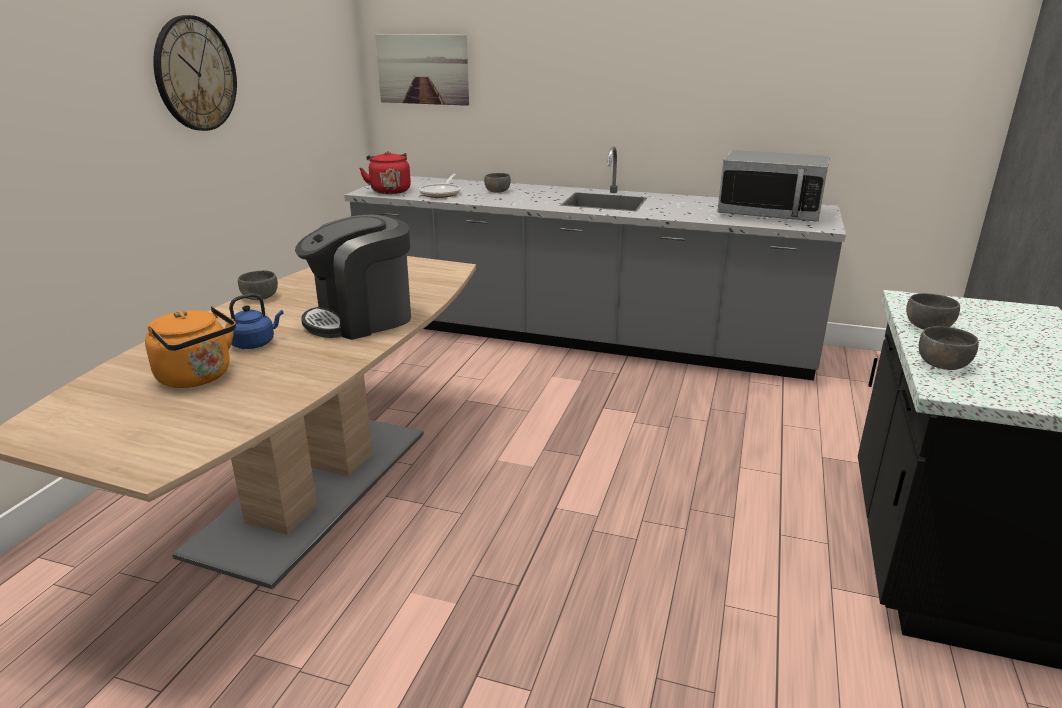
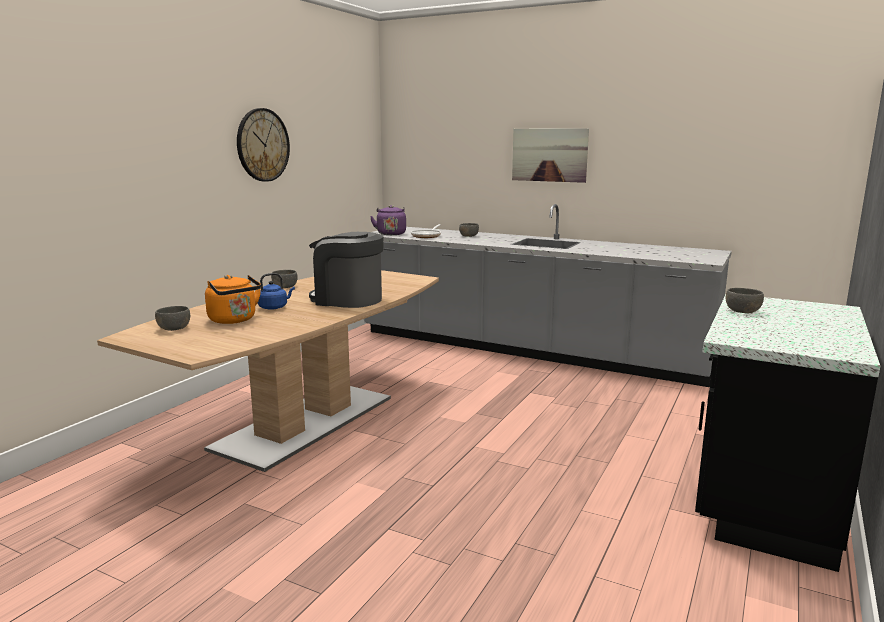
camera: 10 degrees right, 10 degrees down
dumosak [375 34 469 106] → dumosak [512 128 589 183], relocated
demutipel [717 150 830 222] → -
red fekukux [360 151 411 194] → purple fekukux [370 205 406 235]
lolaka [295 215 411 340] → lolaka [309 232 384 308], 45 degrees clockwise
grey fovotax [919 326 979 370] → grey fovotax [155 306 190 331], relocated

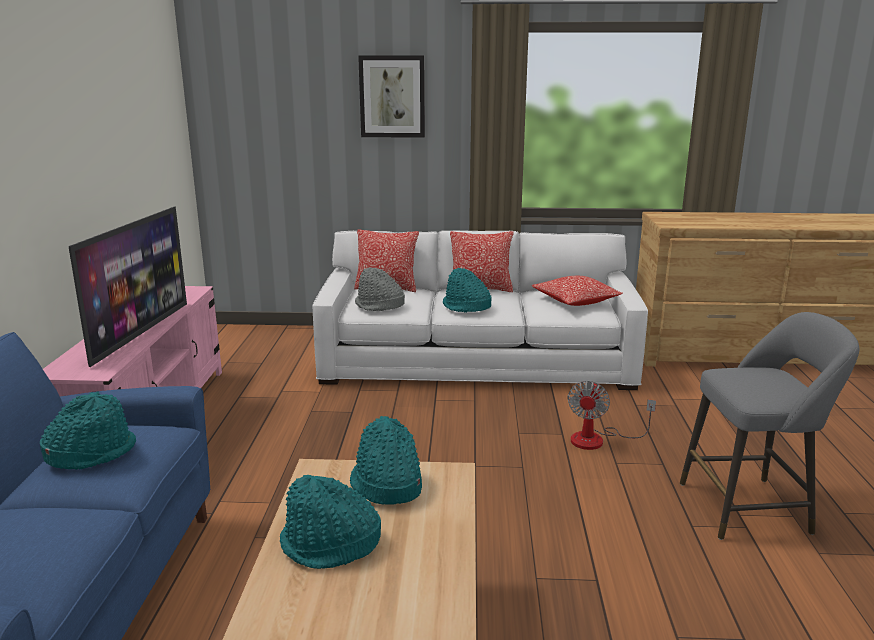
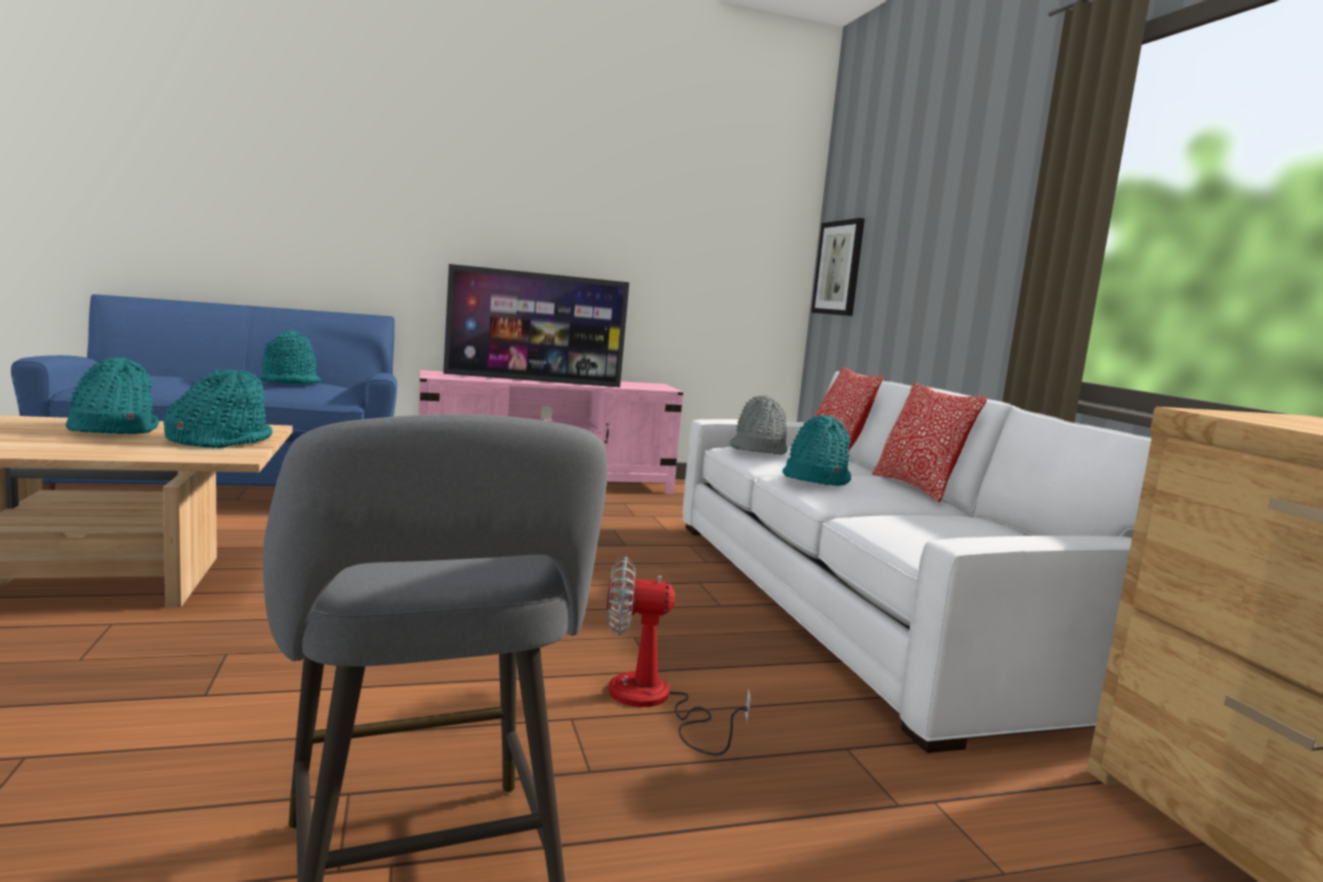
camera: 70 degrees right, 10 degrees down
dumosak [358 55 425 138] → dumosak [811 218 865 316], relocated
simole [532 276 623 306] → -

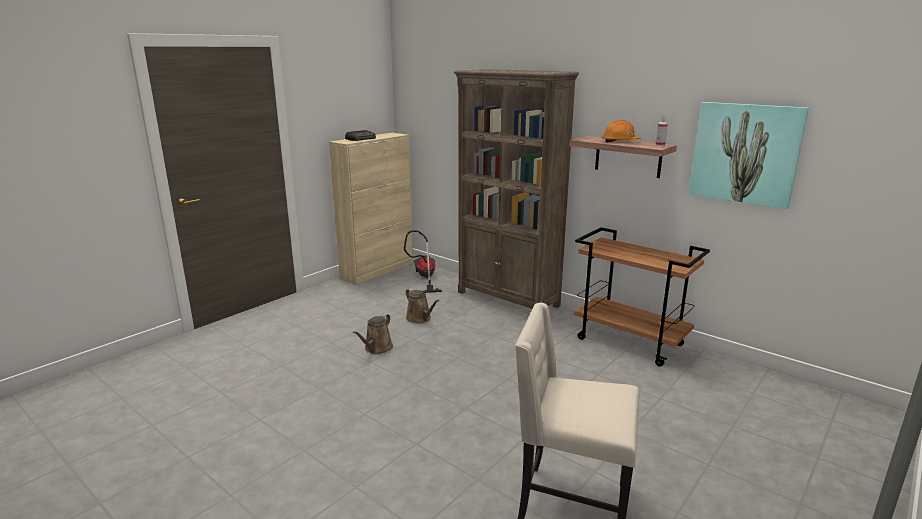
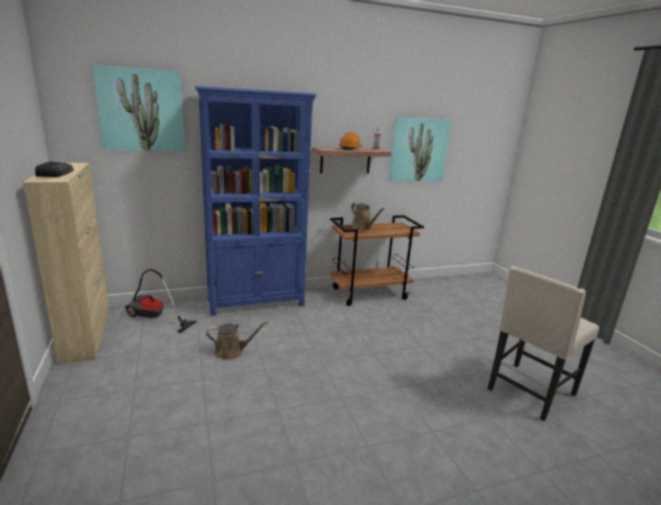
camera: 60 degrees left, 0 degrees up
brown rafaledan [454 69 579 309] → blue rafaledan [195 86 317 316]
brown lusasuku [353 314 393 354] → brown lusasuku [351 203 384 231], relocated
- → dumosak [93 65 185 151]

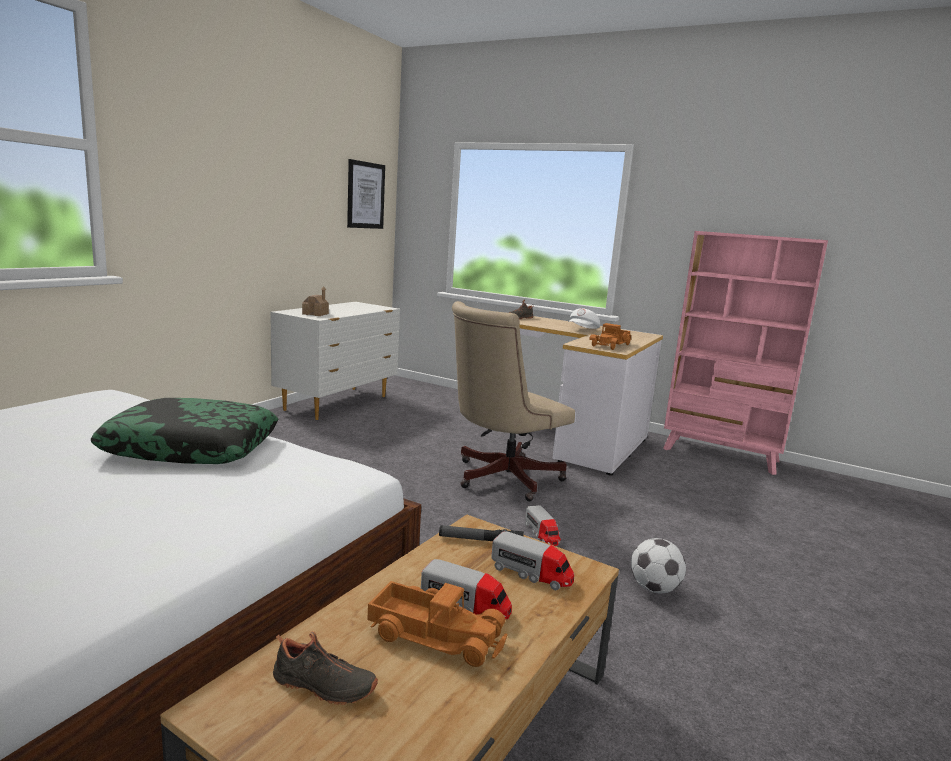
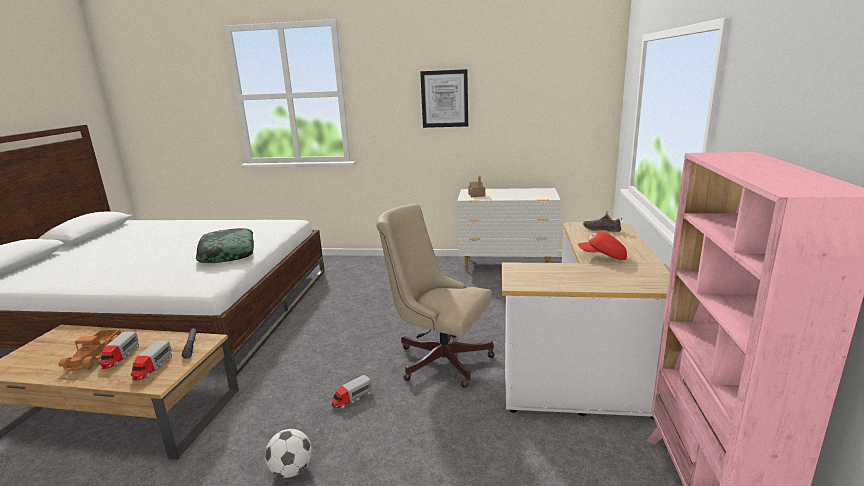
camera: 70 degrees right, 5 degrees up
dumosak [347 159 385 229] → dumosak [420 69 468 128], relocated
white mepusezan [568 308 600 329] → red mepusezan [578 232 627 260]
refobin [589 323 632 350] → -
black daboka [273 631 378 705] → -

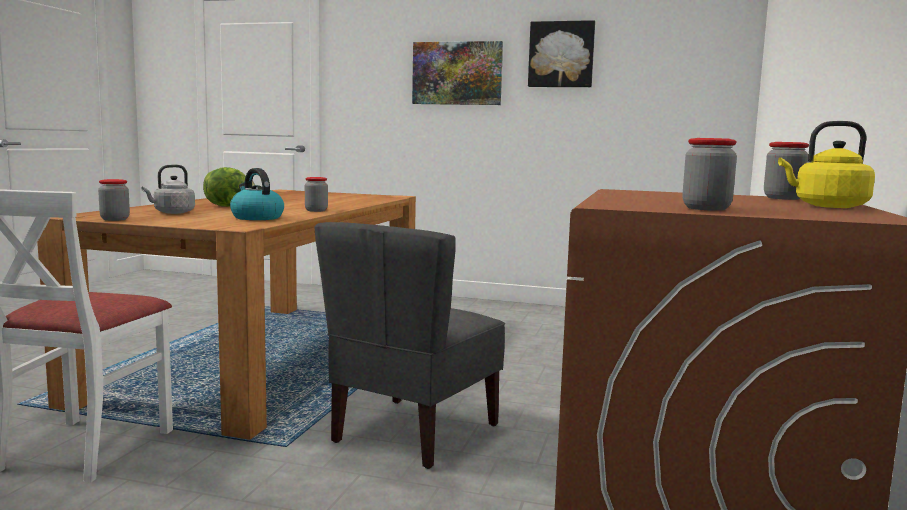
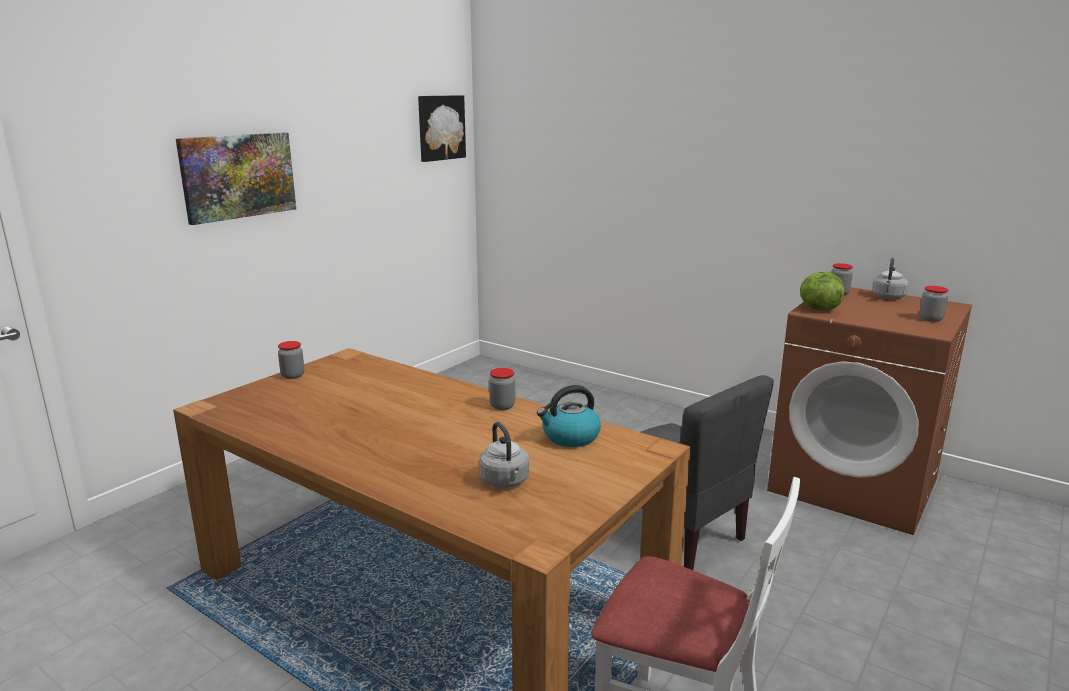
camera: 70 degrees left, 10 degrees up
dumosak [528 20 595 87] → dumosak [418 95 466 162], relocated
yellow fekukux [778 121 875 208] → grey fekukux [872 257 908 299]
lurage [203 167 255 207] → lurage [800 272 844 310], relocated
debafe [98 179 130 221] → debafe [278 341 304 379], relocated

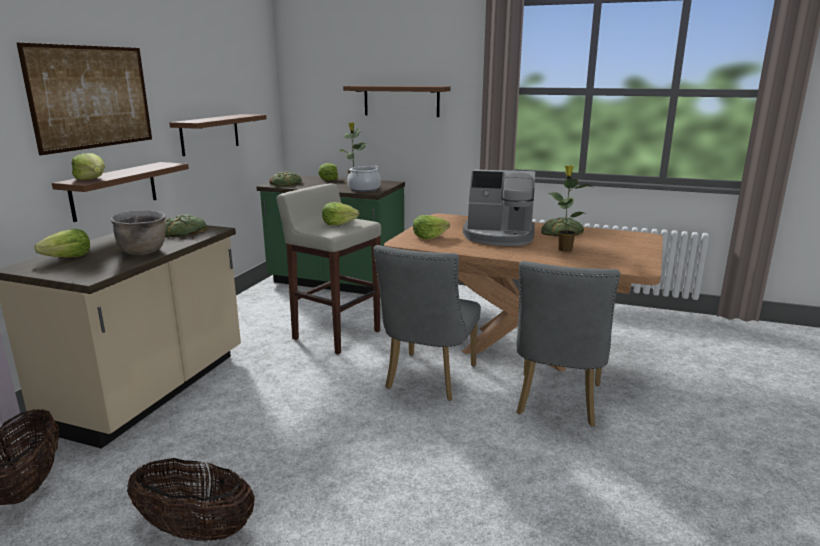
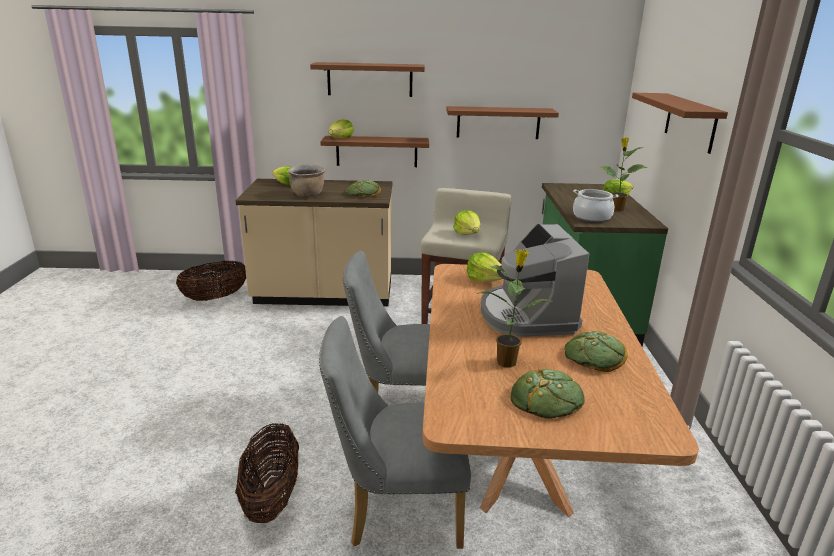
camera: 70 degrees right, 5 degrees up
dumosak [17 43 152 155] → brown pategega [310 62 425 97]
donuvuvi [269 171 302 187] → donuvuvi [511 369 585 419], relocated
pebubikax [127 458 255 542] → pebubikax [235 423 299 523], relocated

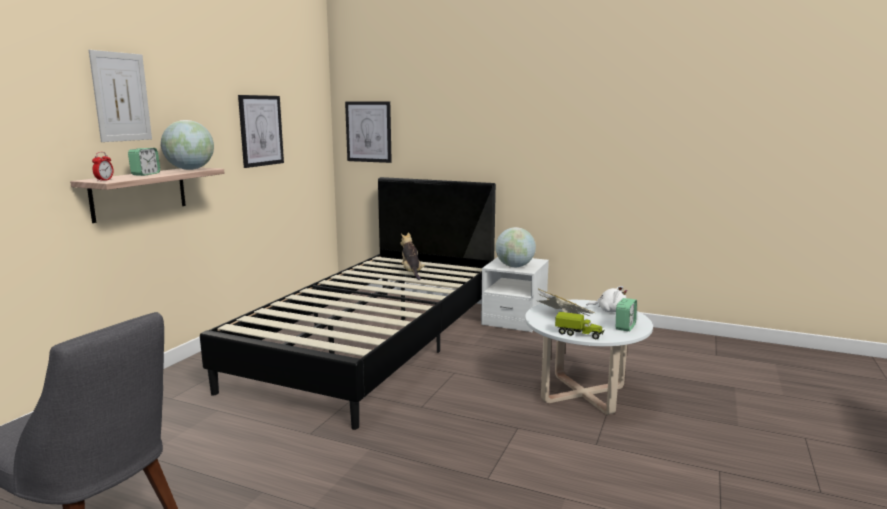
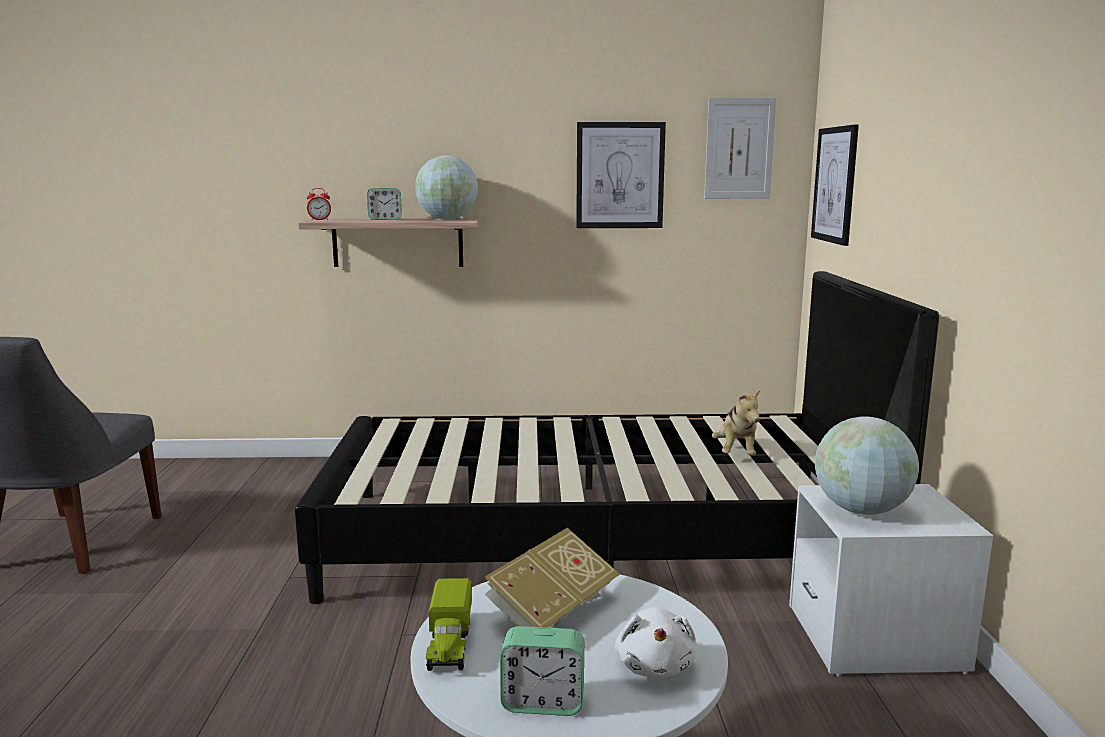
camera: 65 degrees right, 0 degrees up
dumosak [89 50 152 142] → dumosak [704 97 776 199], relocated
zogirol [400 233 425 280] → zogirol [712 390 760 456], 135 degrees clockwise

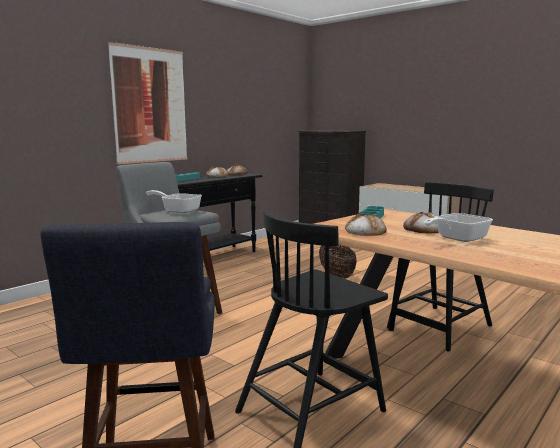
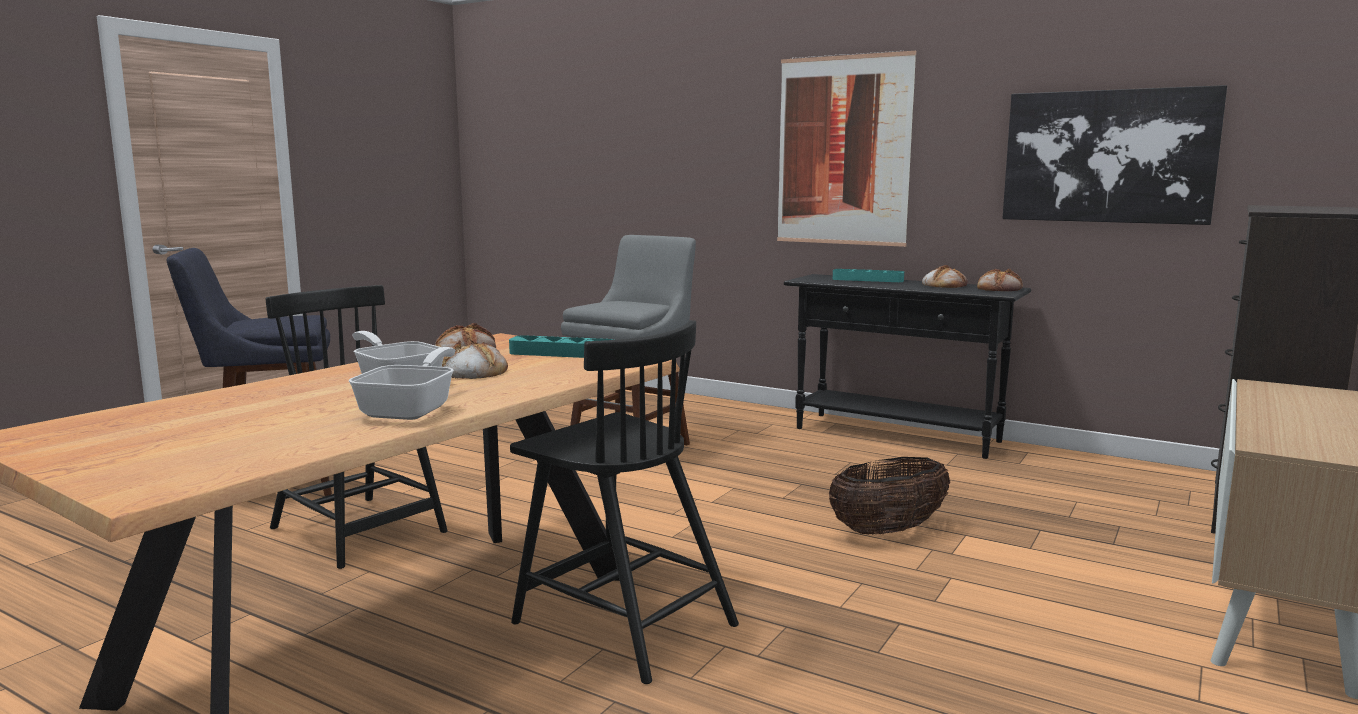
camera: 80 degrees right, 0 degrees up
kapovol [146 190 202 213] → kapovol [349 347 455 420], relocated
- → dumosak [1002 85 1227 225]

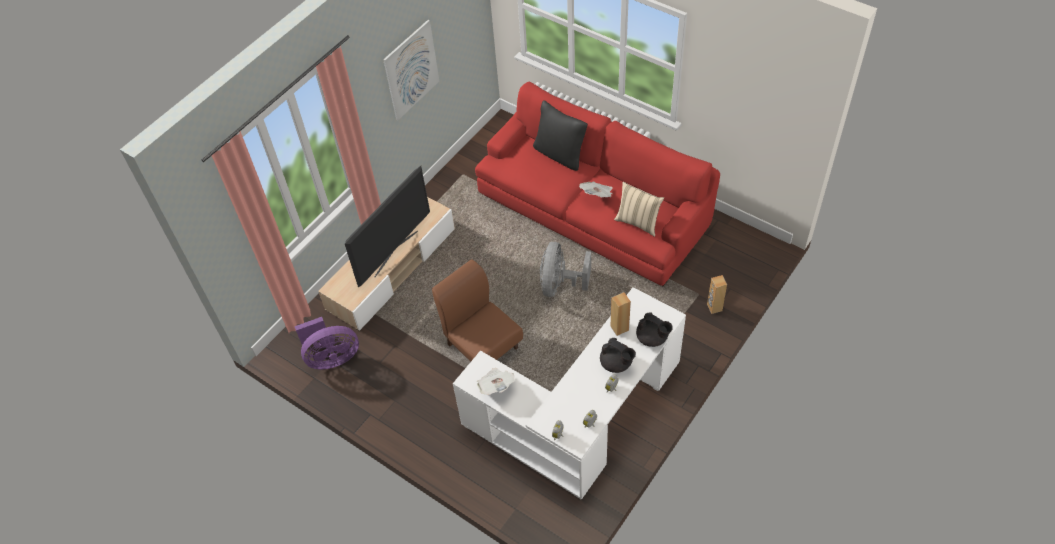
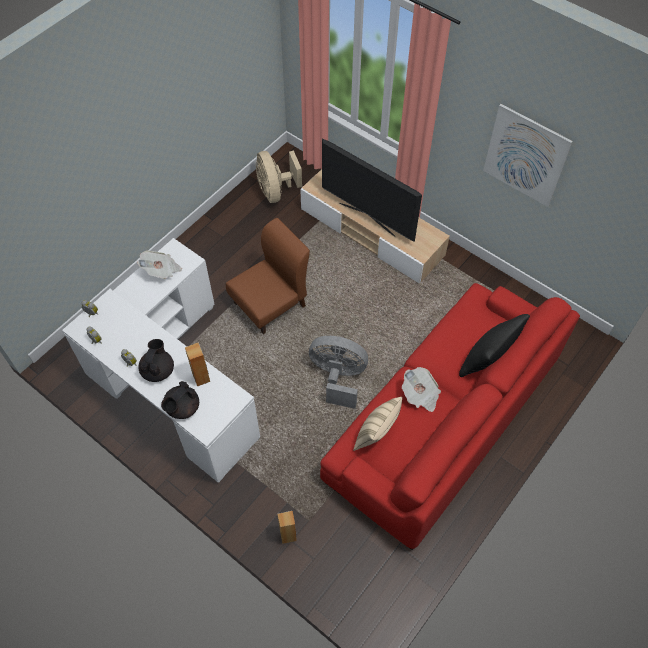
camera: 90 degrees right, 5 degrees up
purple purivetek [295 317 359 369] → beige purivetek [256 150 302 203]
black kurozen [600 338 636 373] → black kurozen [139 339 174 382], 150 degrees clockwise

